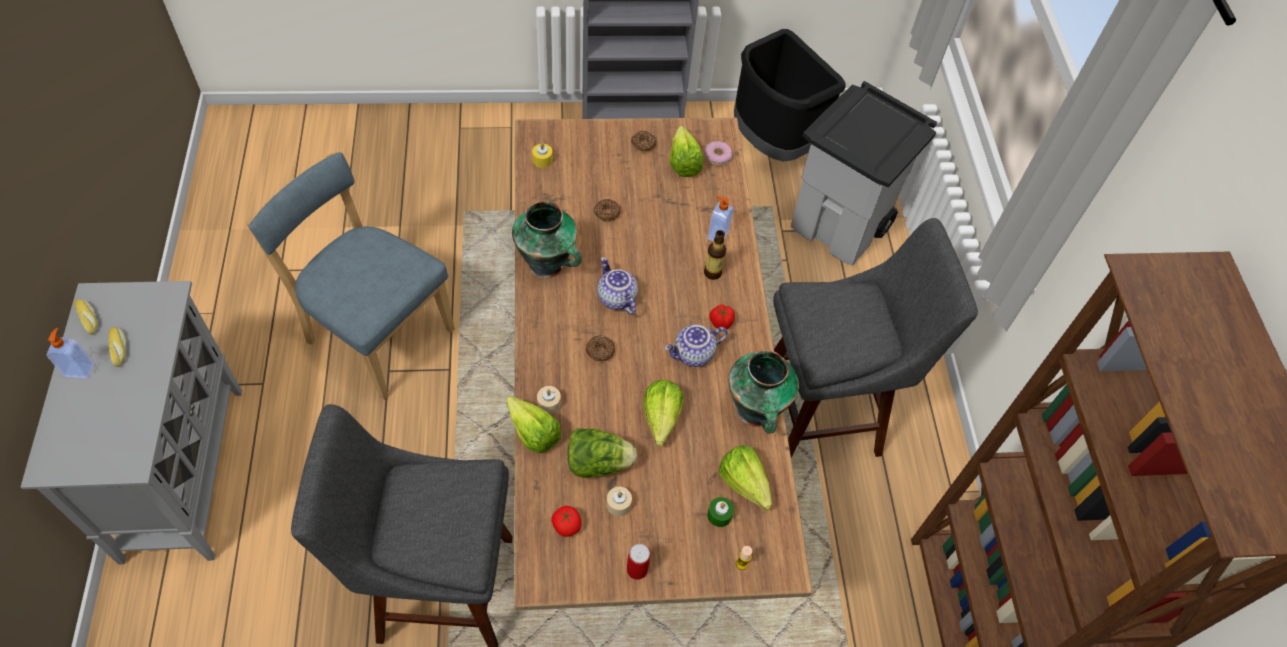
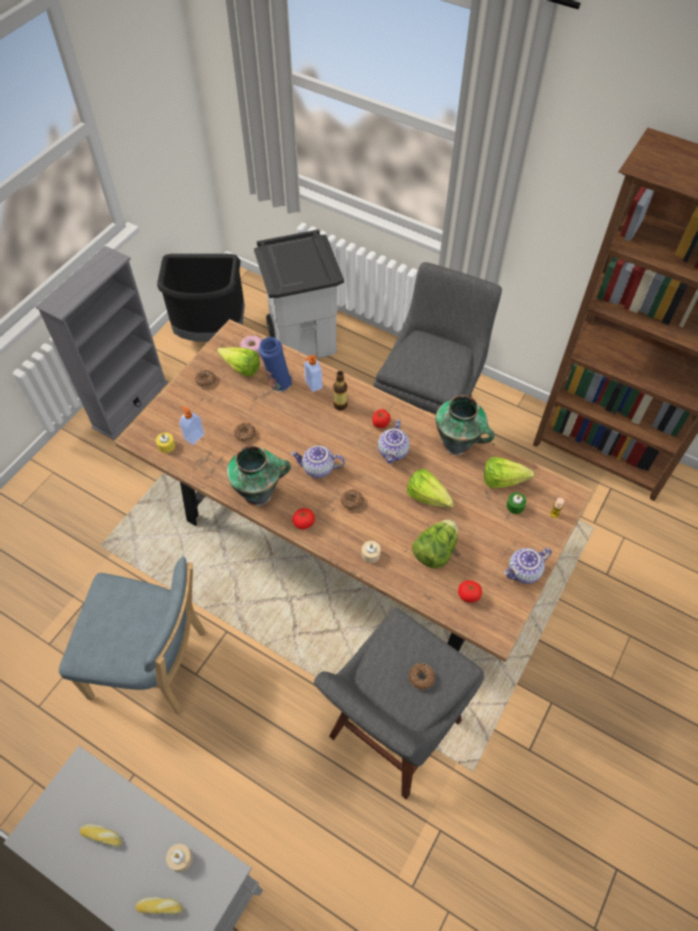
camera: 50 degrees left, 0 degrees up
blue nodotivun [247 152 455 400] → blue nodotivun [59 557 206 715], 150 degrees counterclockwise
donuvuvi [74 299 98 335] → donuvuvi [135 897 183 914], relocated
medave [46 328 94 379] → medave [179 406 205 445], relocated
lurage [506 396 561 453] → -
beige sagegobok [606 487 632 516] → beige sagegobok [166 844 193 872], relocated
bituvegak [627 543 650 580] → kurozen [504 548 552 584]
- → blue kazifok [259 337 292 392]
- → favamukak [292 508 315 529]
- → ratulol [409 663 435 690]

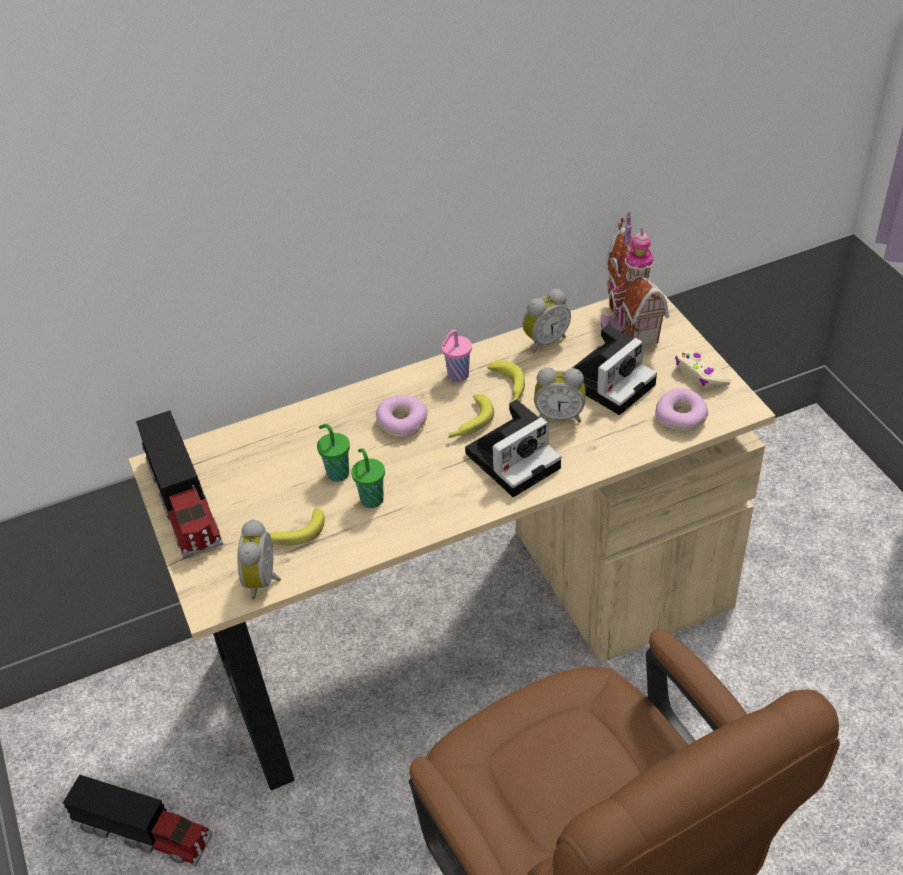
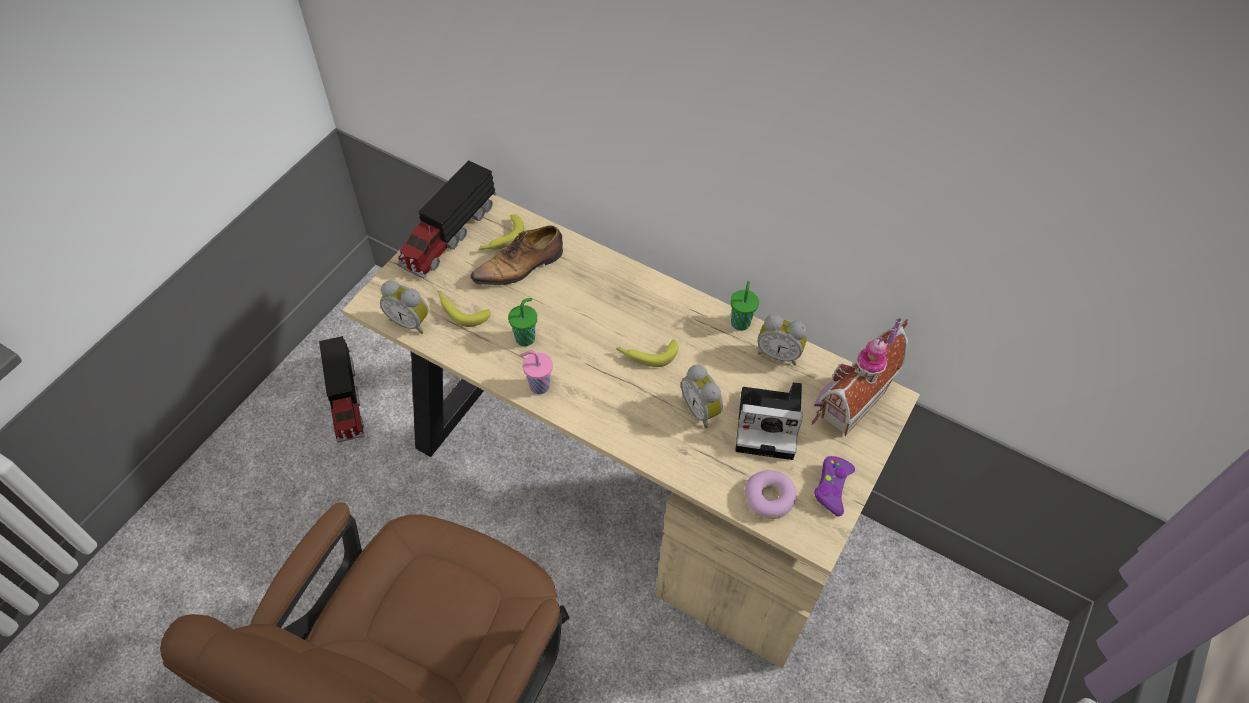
camera: 50 degrees right, 10 degrees up
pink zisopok [441 330 472 382] → pink zisopok [519 351 553 394], relocated
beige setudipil [675 350 731 387] → purple setudipil [814 456 855 516]
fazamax [487 360 525 402] → fazamax [479 214 524 250], relocated
ratulol [376 395 427 438] → -
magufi [465 399 561 497] → -
green zisopok [317 424 350 482] → green zisopok [730 281 759 331], relocated
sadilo [237 519 281 600] → sadilo [380 280 428 334], 120 degrees counterclockwise
- → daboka [470 225 563 285]

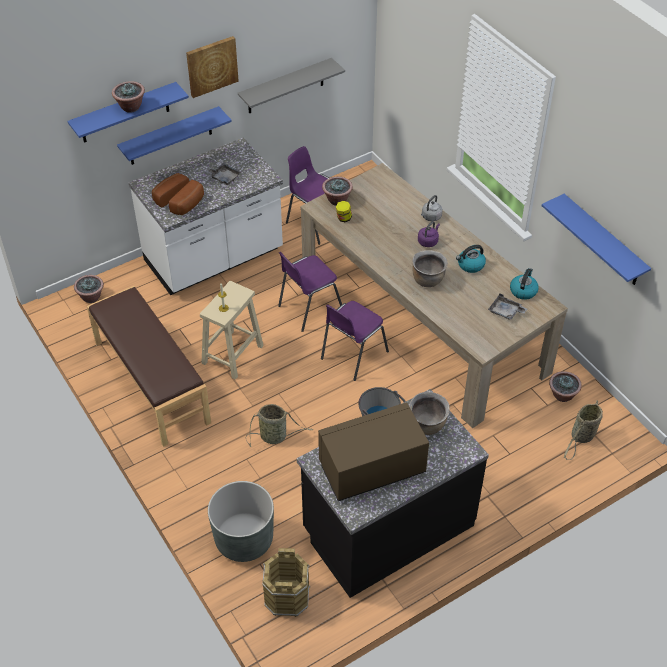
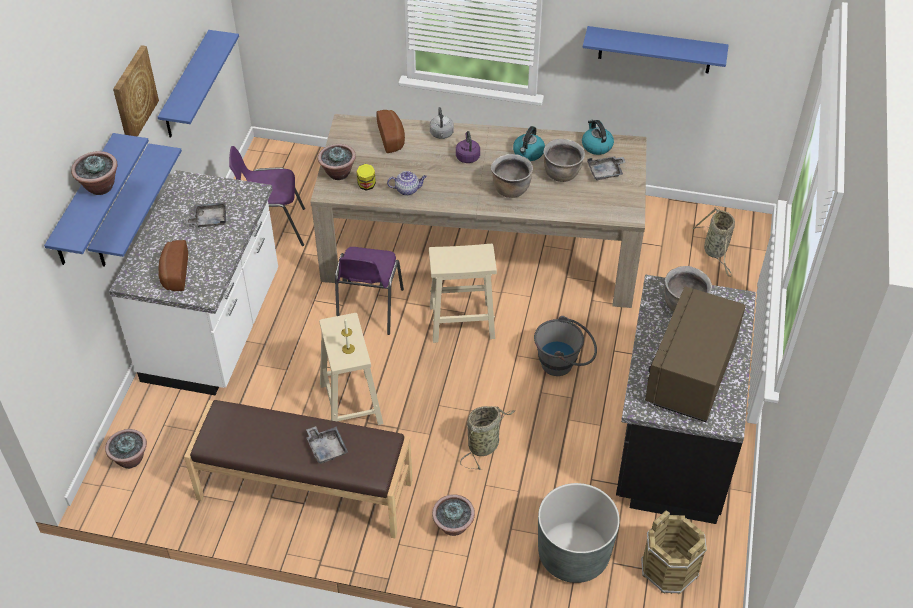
camera: 45 degrees left, 0 degrees up
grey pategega [238 58 345 114] → blue pategega [158 30 239 138]
donuvuvi [169 180 204 215] → donuvuvi [377 110 405 153], relocated
purple nodotivun [321 301 389 381] → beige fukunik [429 244 497 343]
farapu [549 371 582 402] → farapu [432 494 475 536], relocated
- → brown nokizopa [544 139 585 182]
- → kurozen [387 171 427 196]
- → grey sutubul [306 426 348 464]

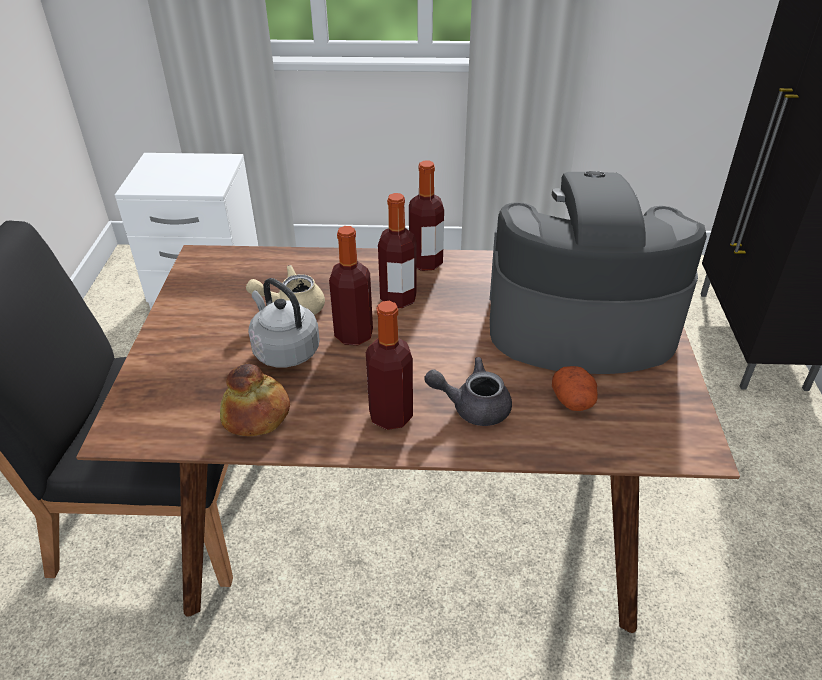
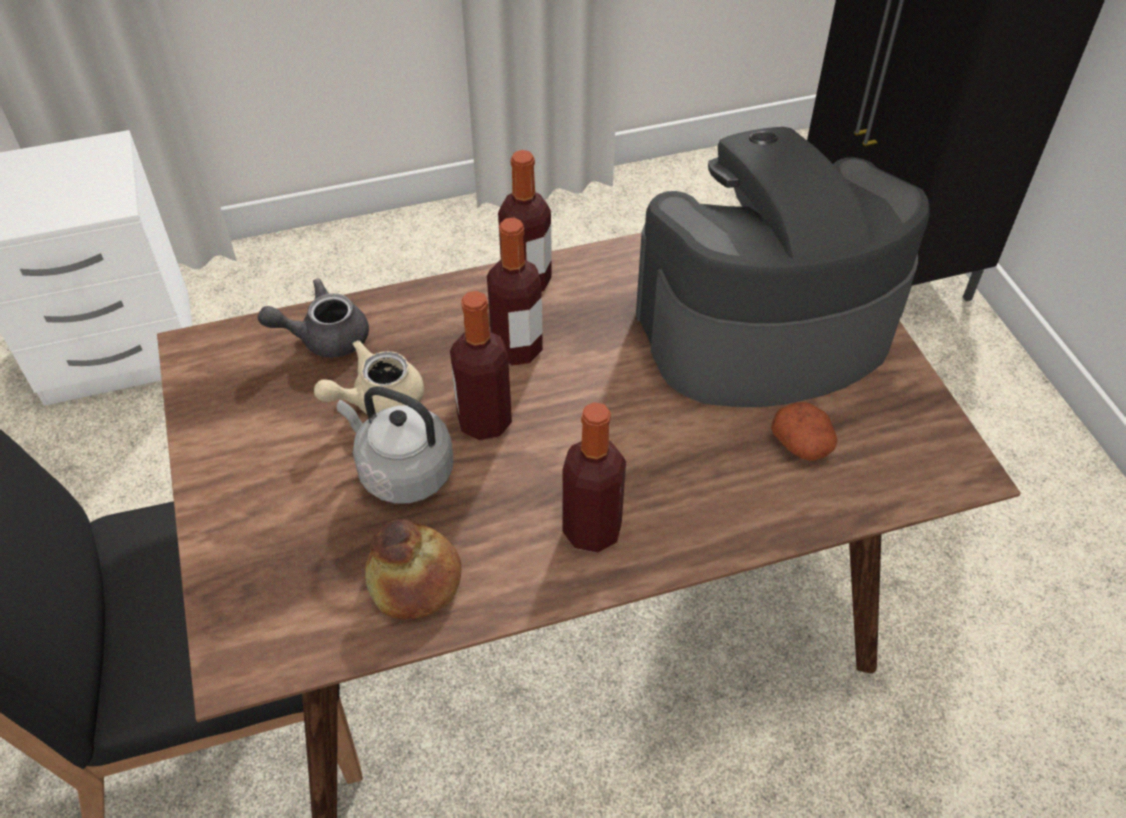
camera: 20 degrees left, 10 degrees up
grey kurozen [424 357 512 426] → grey kurozen [258 278 369 358], relocated

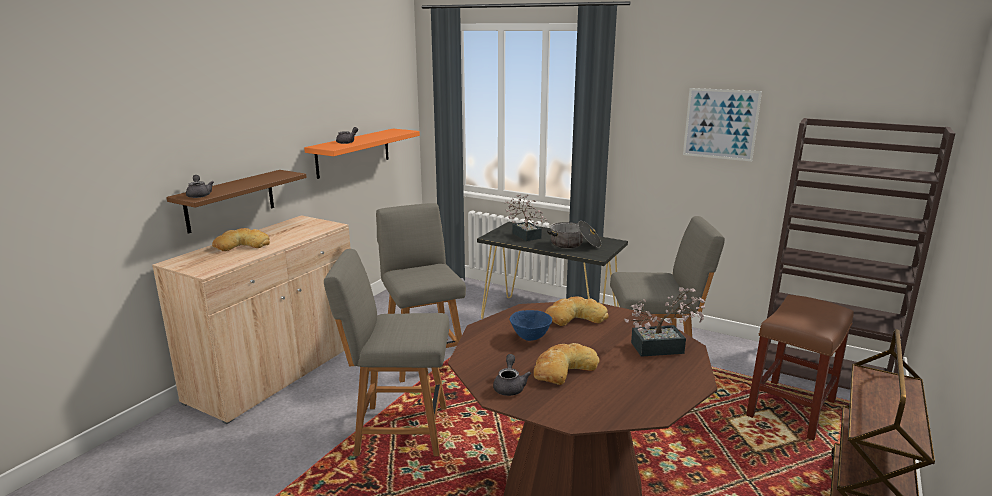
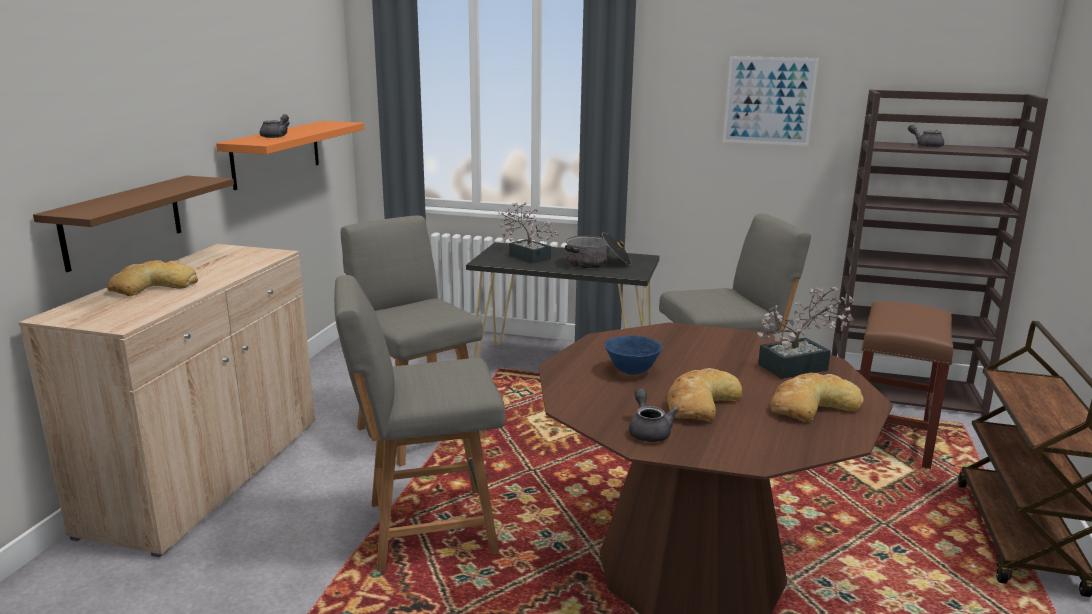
camera: 15 degrees left, 0 degrees up
grey kurozen [186 175 214 198] → grey kurozen [908 124 944 148], relocated
donuvuvi [545 296 609 326] → donuvuvi [771 373 864 423], relocated

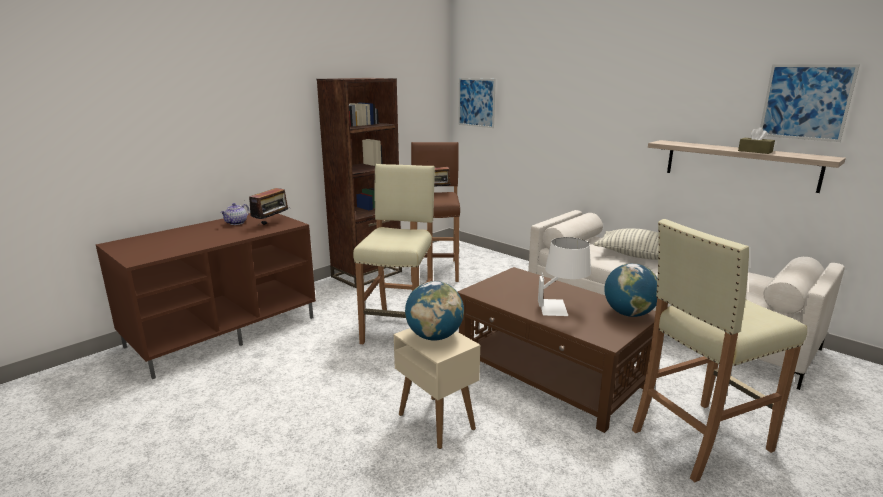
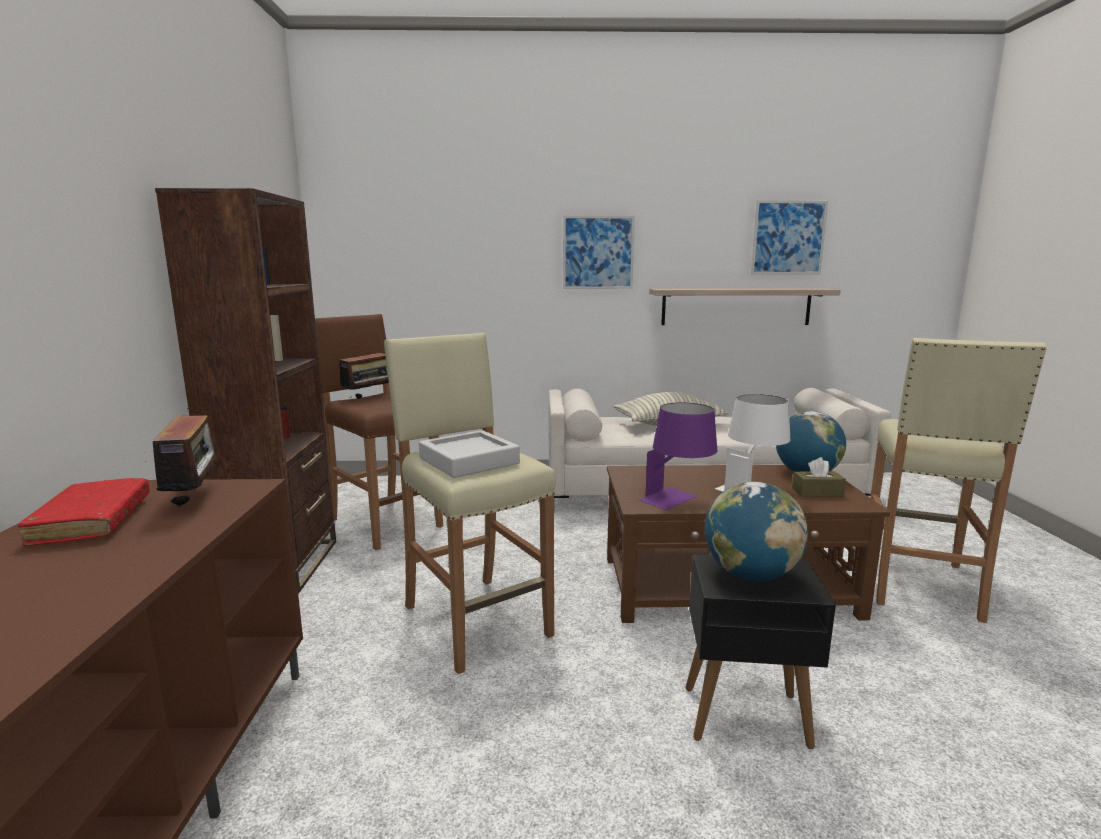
camera: 45 degrees left, 5 degrees down
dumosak [458 78 496 128] → dumosak [563 216 635 289], relocated
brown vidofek [738 127 775 154] → brown vidofek [792 457 846 497], relocated
kurozen [220 203 249 225] → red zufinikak [17 478 150 546]
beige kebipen [394 328 480 449] → black kebipen [685 554 836 749]
- → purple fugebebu [639 402 717 510]
- → grey sutubul [419 430 520 478]

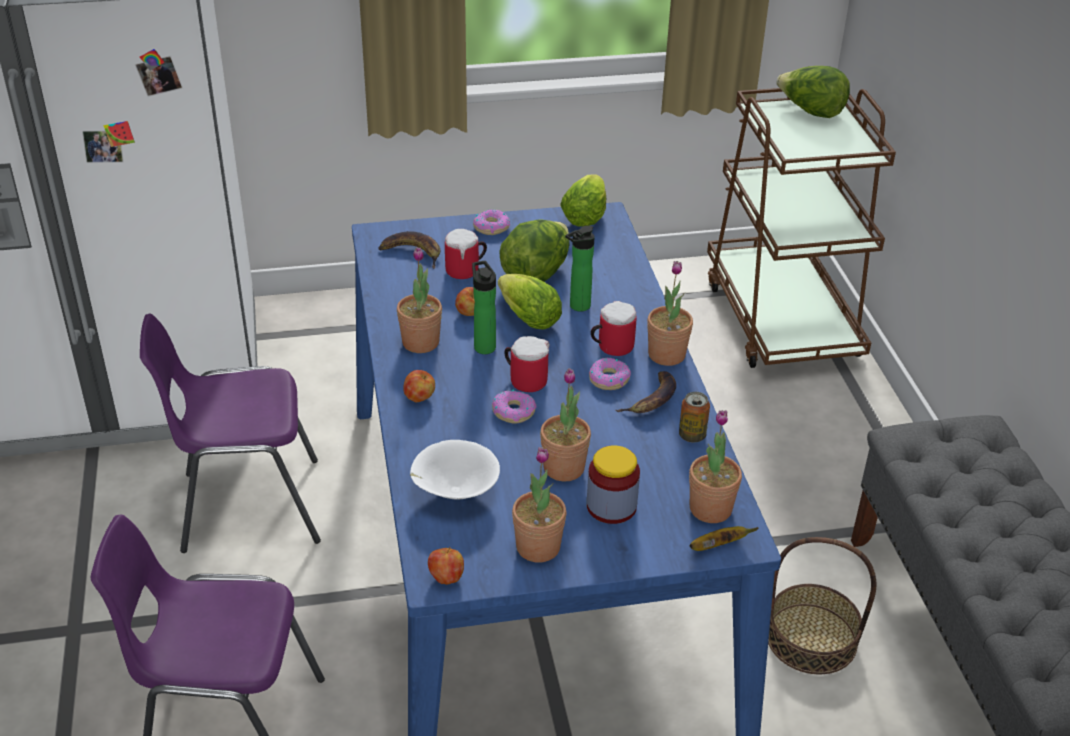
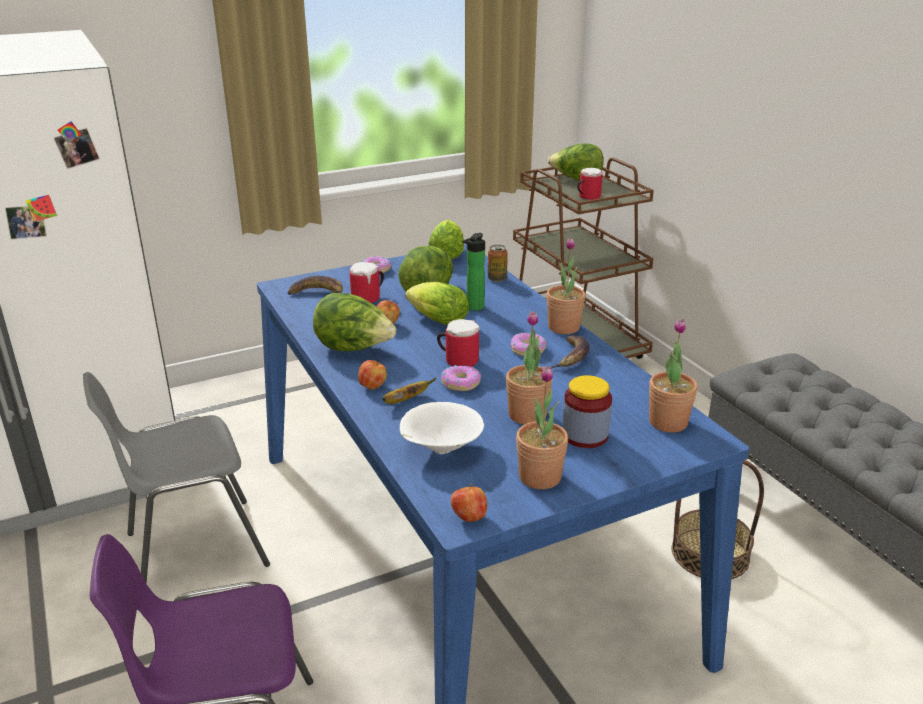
camera: 15 degrees left, 10 degrees down
farapu [397 247 442 353] → lurage [313 293 396 351]
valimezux [472 261 496 354] → -
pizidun [591 301 637 356] → pizidun [577 168 603 200], relocated
purple nodotivun [140 314 321 553] → grey nodotivun [83 372 270 584]
bituvegak [679 392 710 443] → bituvegak [488 245 508 282], relocated
fazamax [690 526 758 551] → fazamax [383 378 436 404], relocated

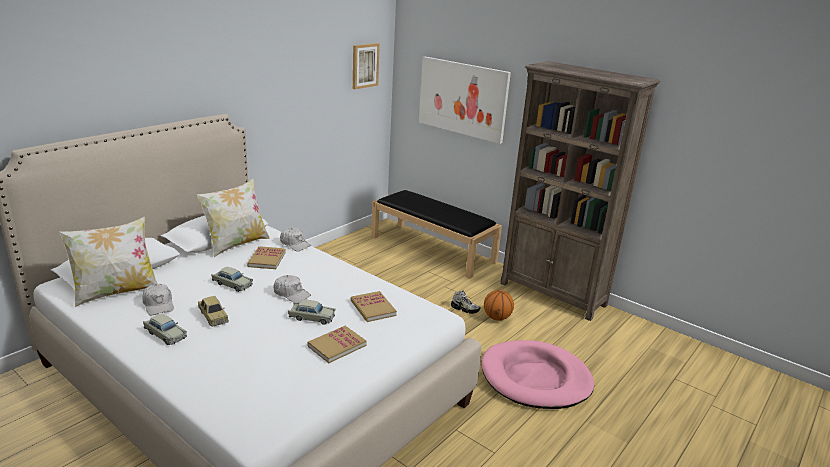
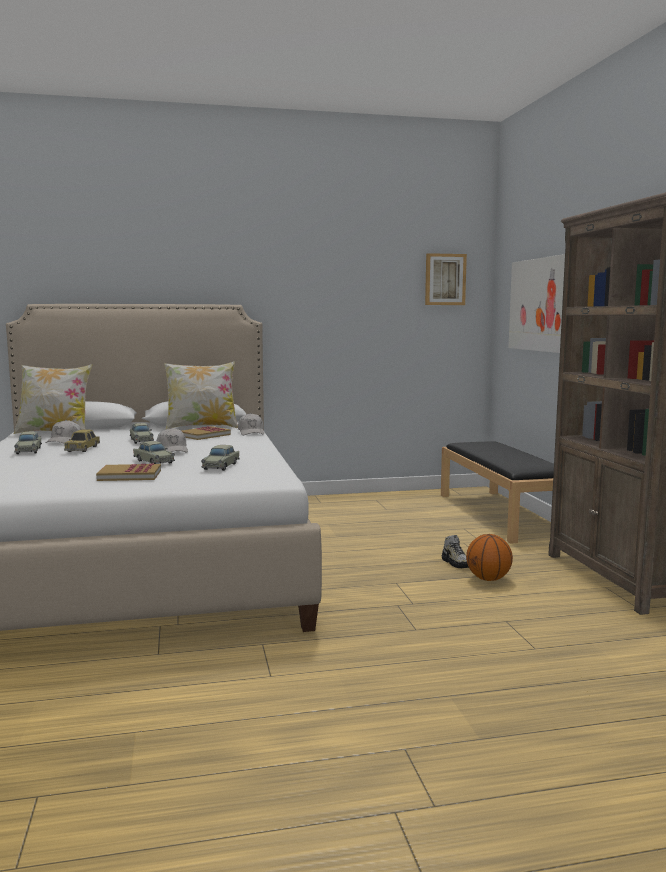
camera: 40 degrees right, 15 degrees down
zufinikak [351 291 397 322] → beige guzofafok [201 445 240 471]
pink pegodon [482 340 594 409] → -

